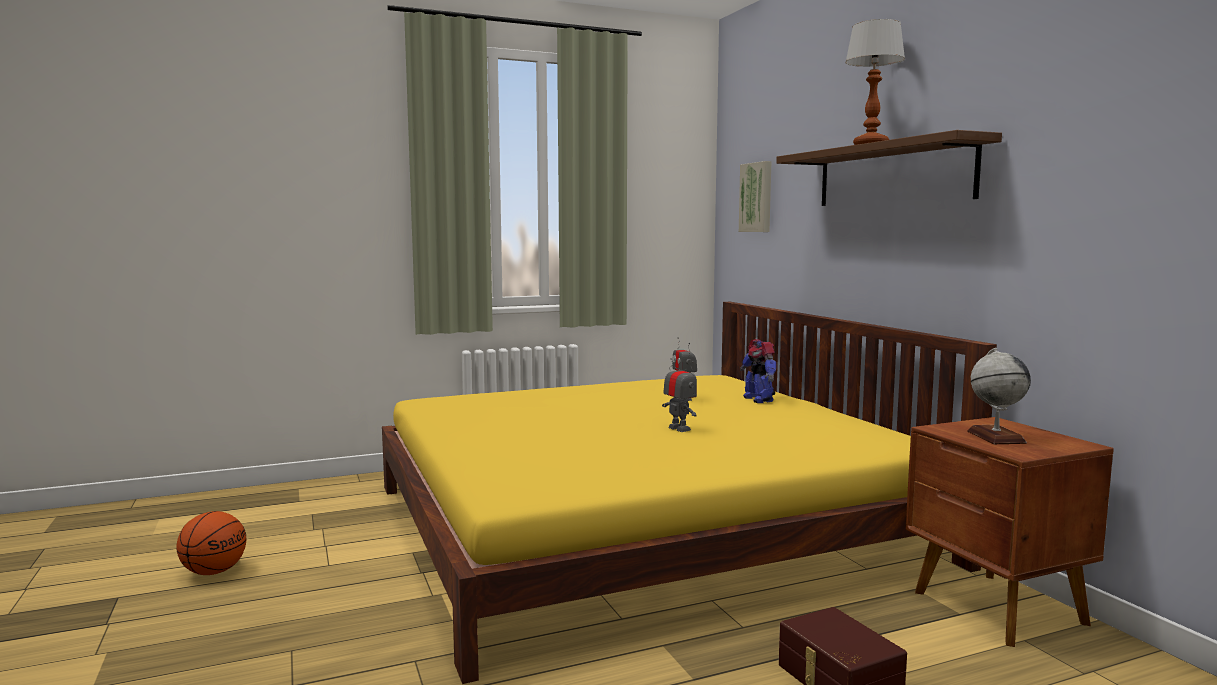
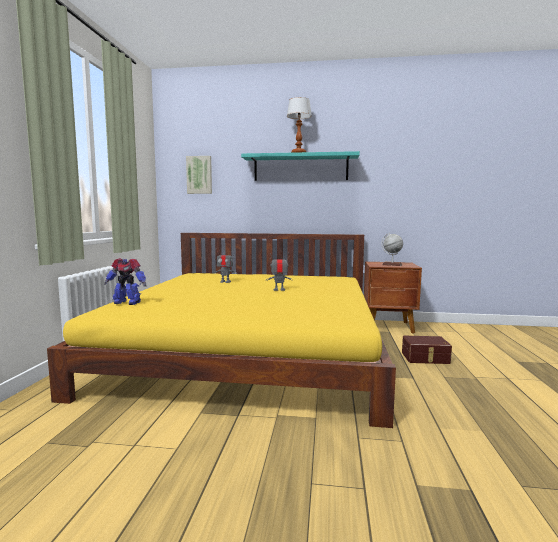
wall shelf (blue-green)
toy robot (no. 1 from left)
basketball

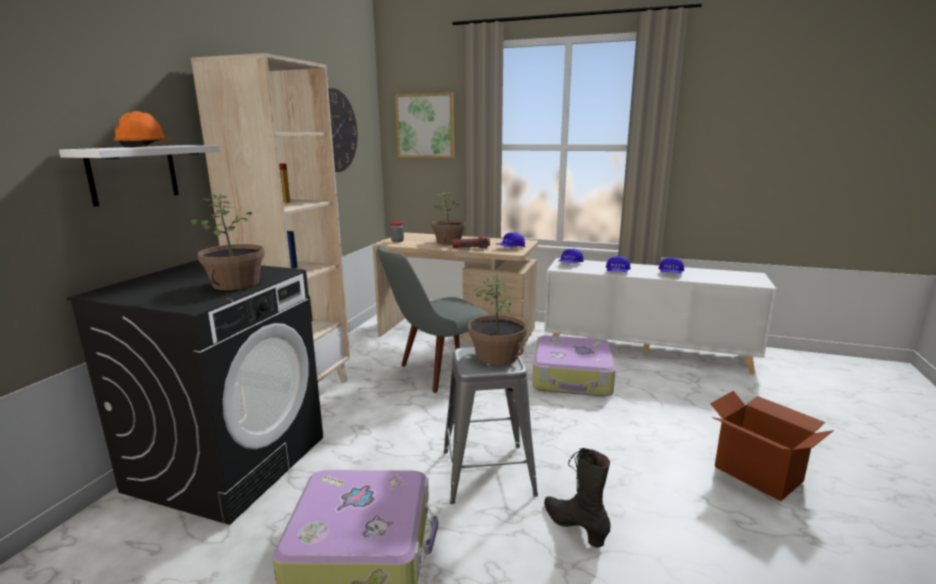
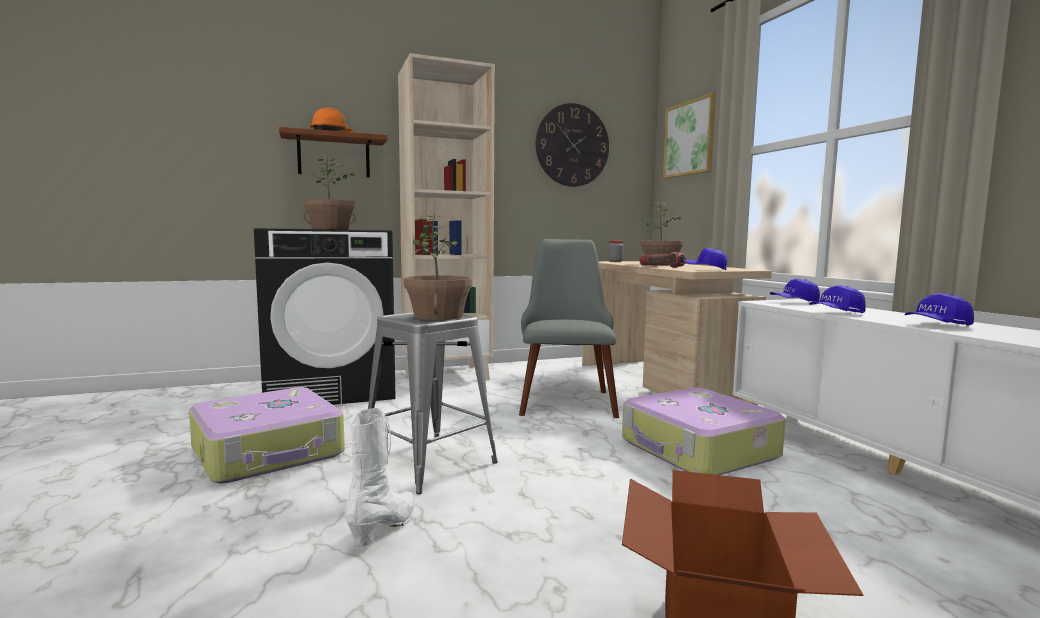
wall shelf (brownish)
upright chair (grey)
boot (white-coloured)

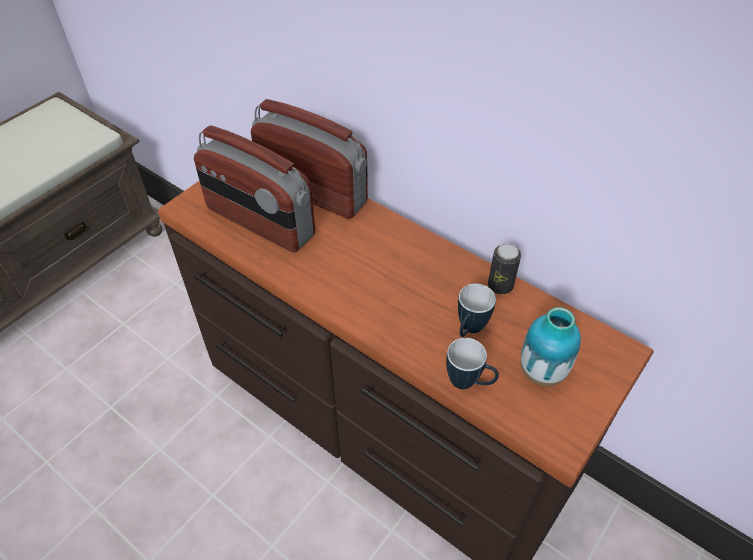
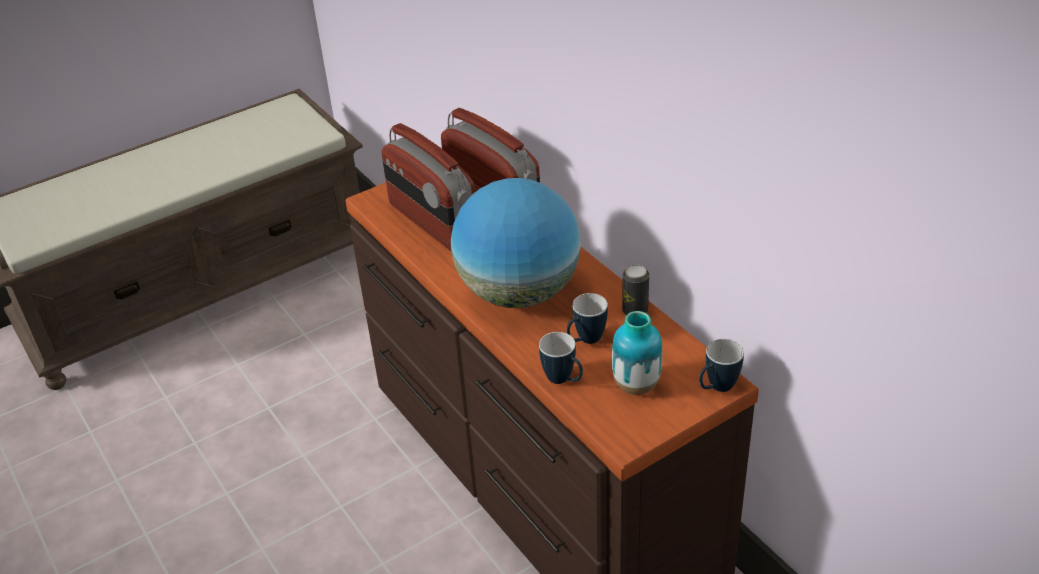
desk globe
mug (no. 3 from left)

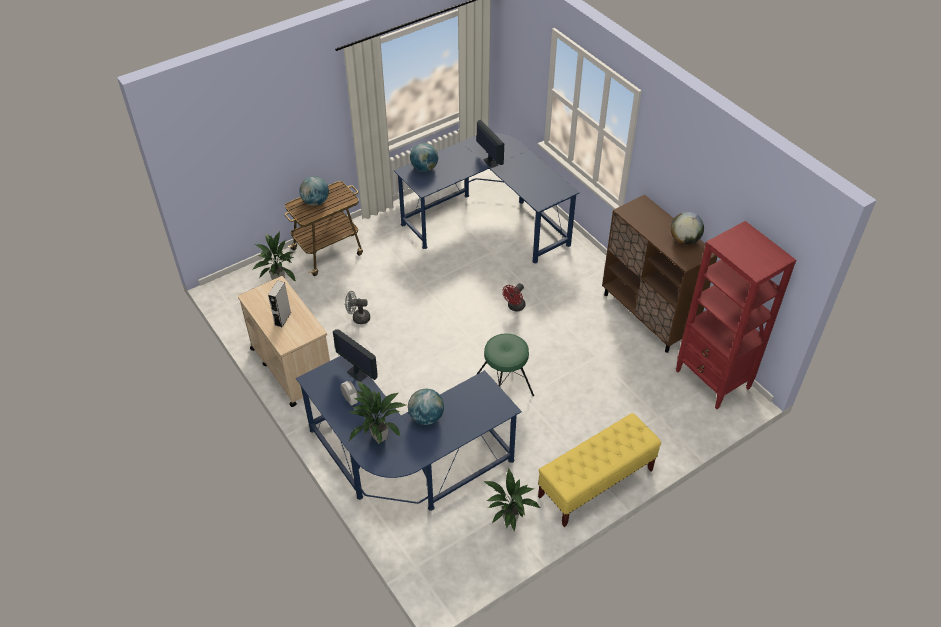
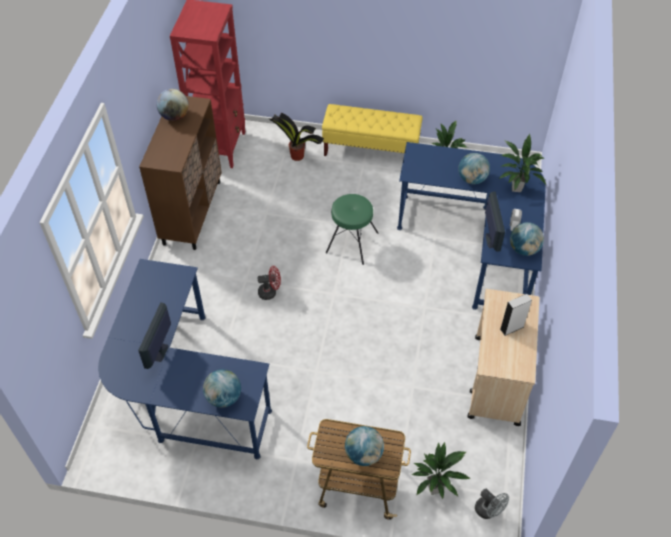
electric fan (grey)
houseplant (no. 1 from left)
desk globe (no. 5 from left)

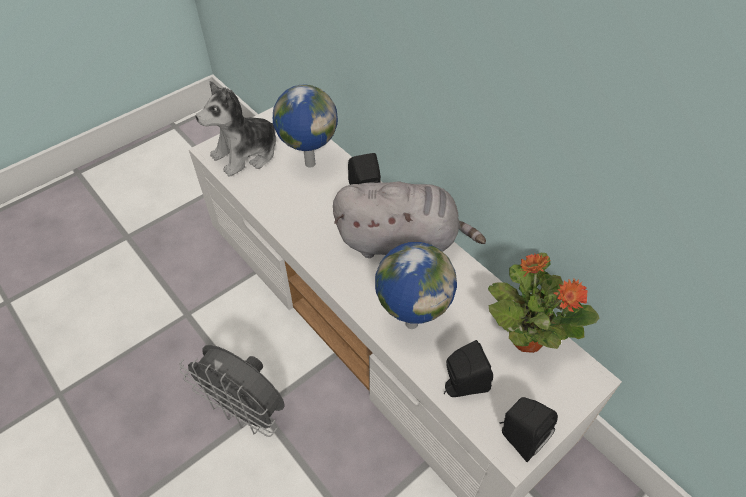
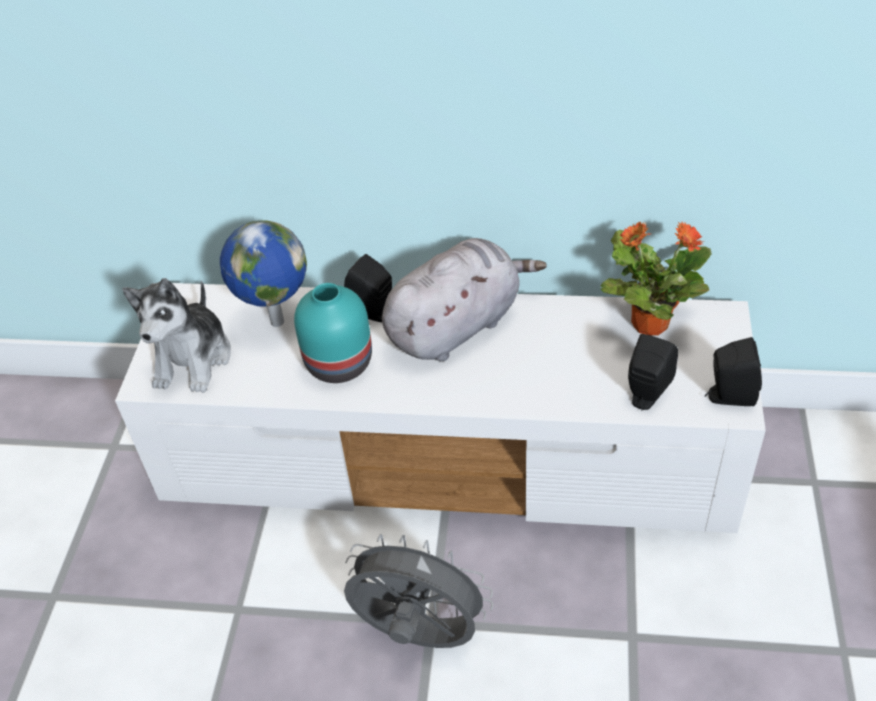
desk globe (no. 2 from left in the first image)
electric fan (grey)
decorative vase (blue-green)

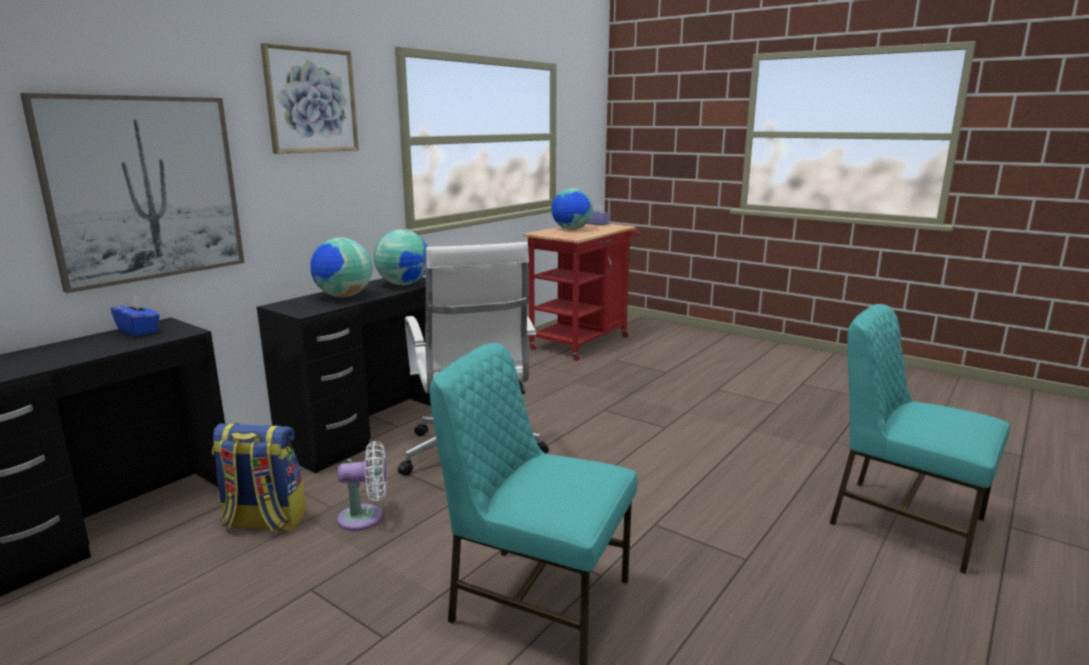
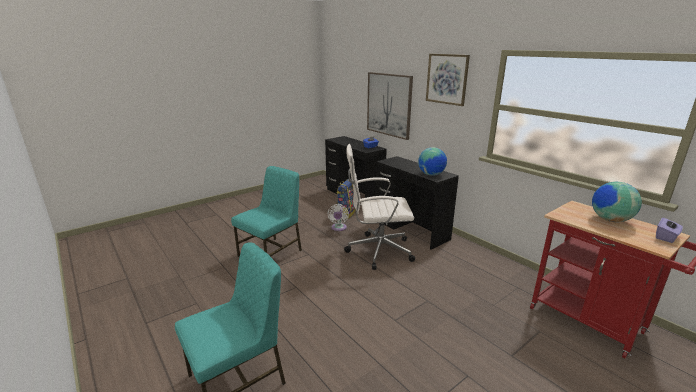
desk globe (no. 1 from left in the first image)

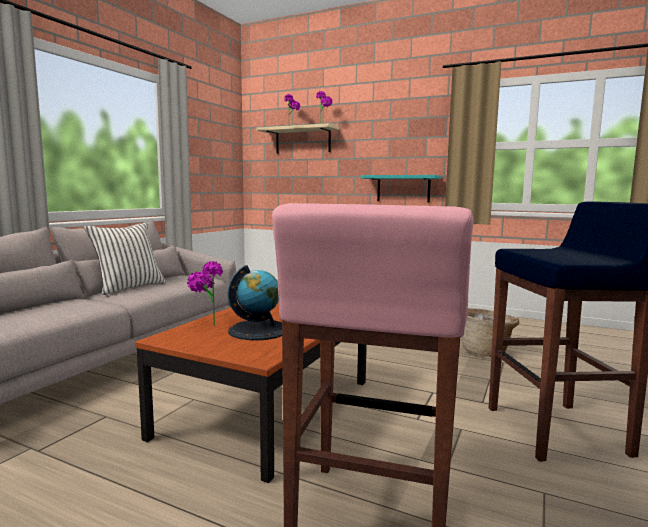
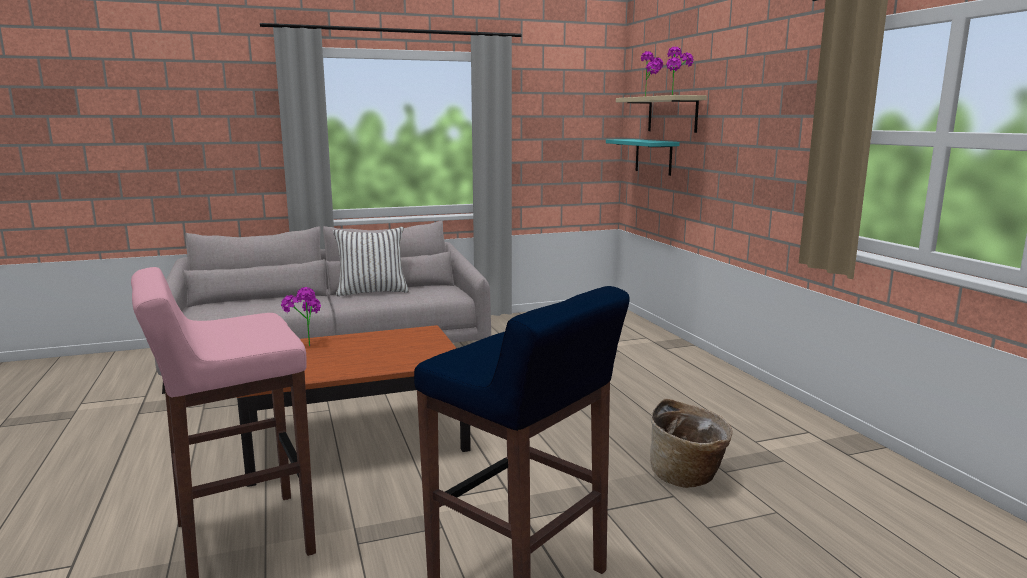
wall shelf (blue-green)
desk globe

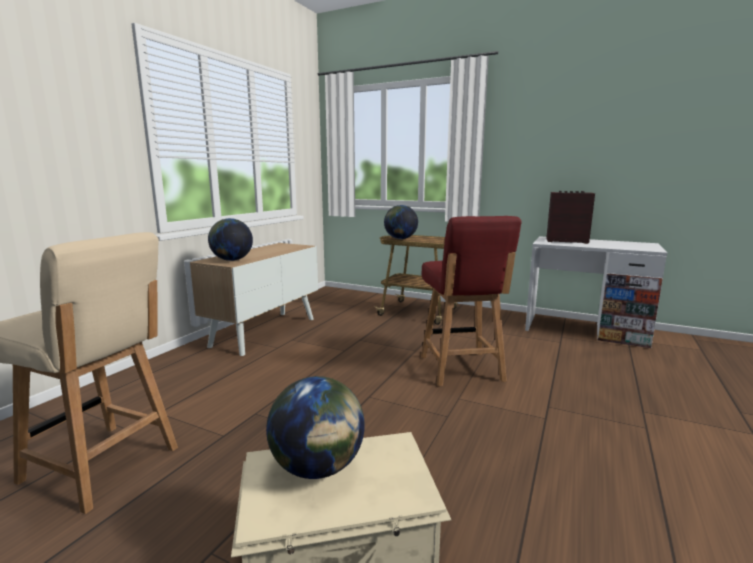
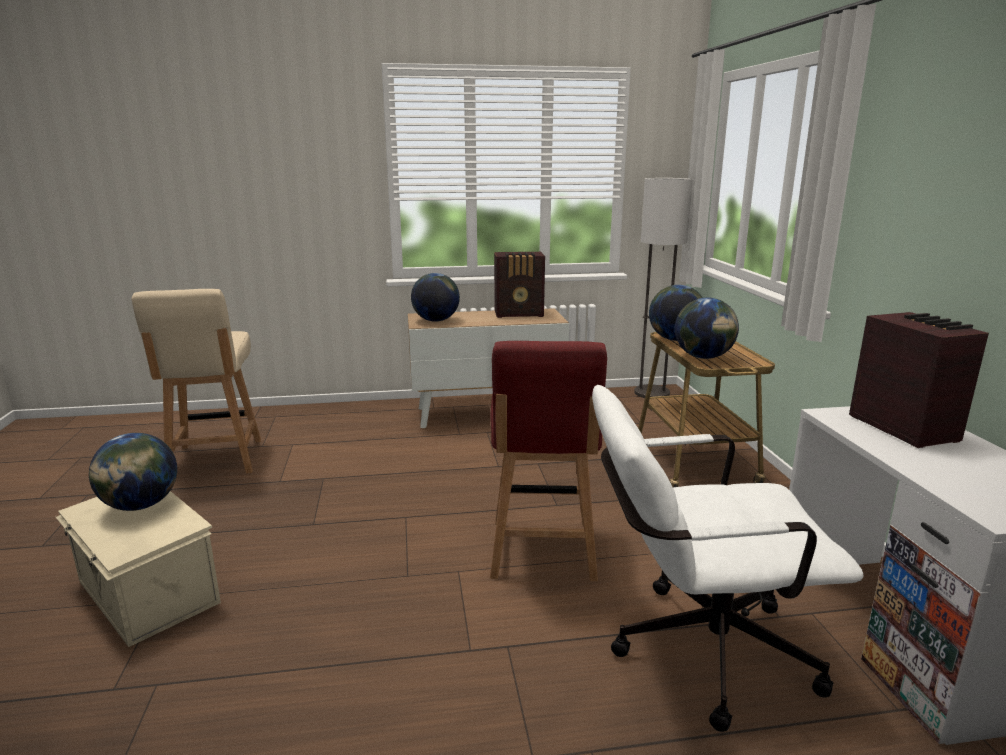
upright chair (red-coloured)
standing lamp
radio receiver (no. 1 from left)
desk globe (no. 4 from left)
office chair (white-coloured)

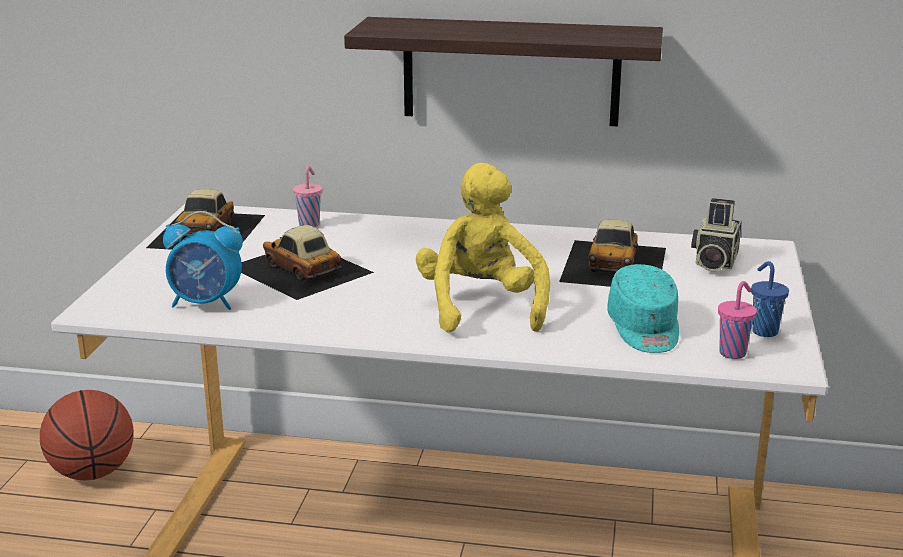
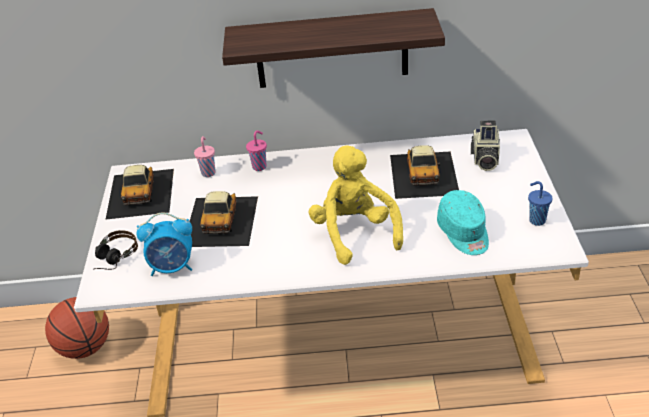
model car (no. 2 from left)
drinking cup (pink) (no. 2 from left)
headset

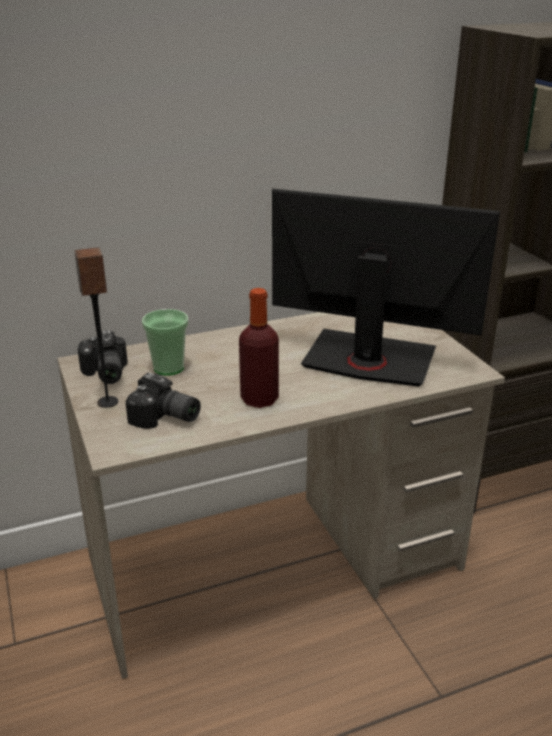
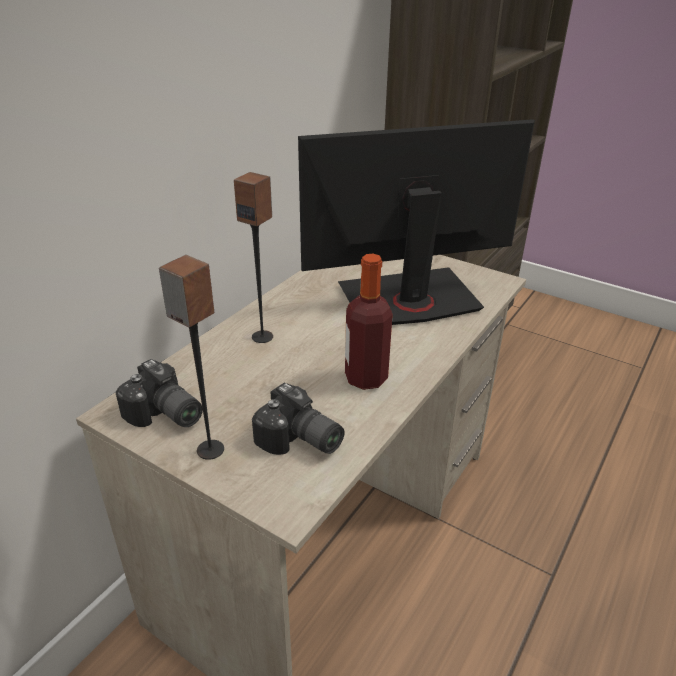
drinking cup
still camera (no. 2 from left)
loudspeaker (no. 2 from left)

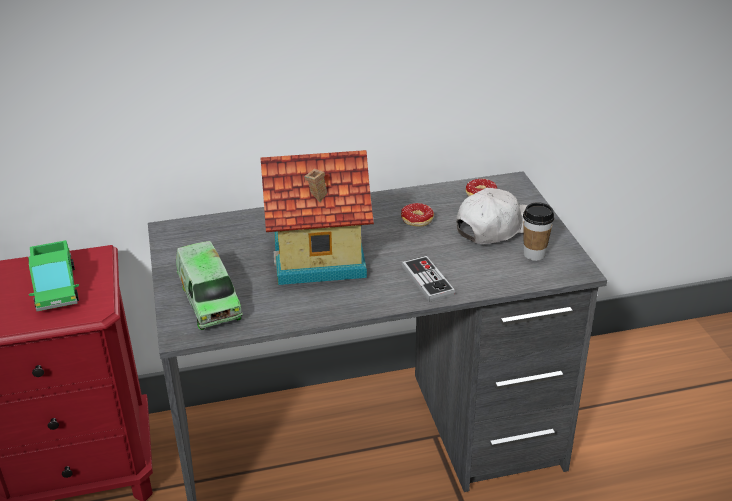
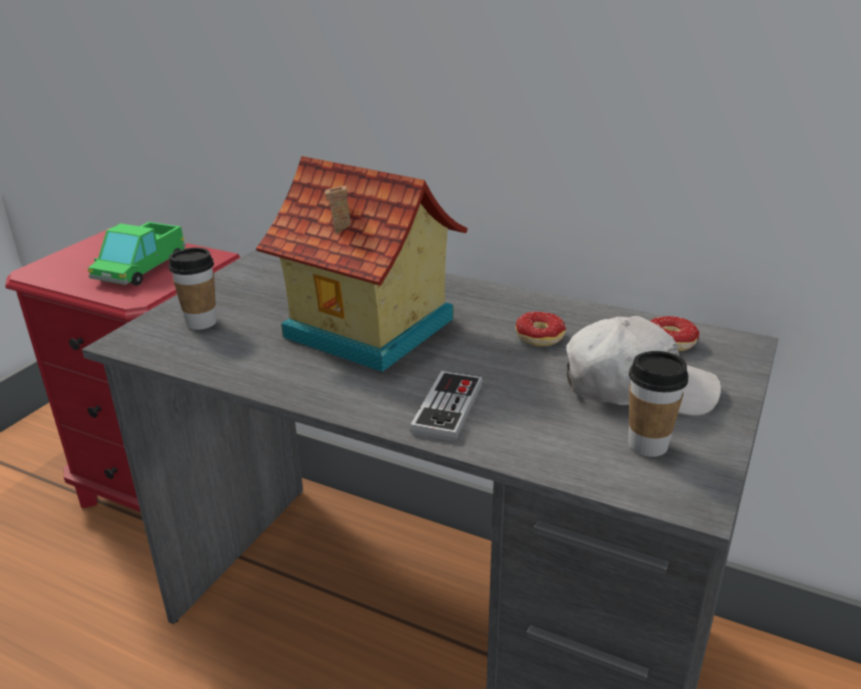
drinking cup (no. 1 from left)

